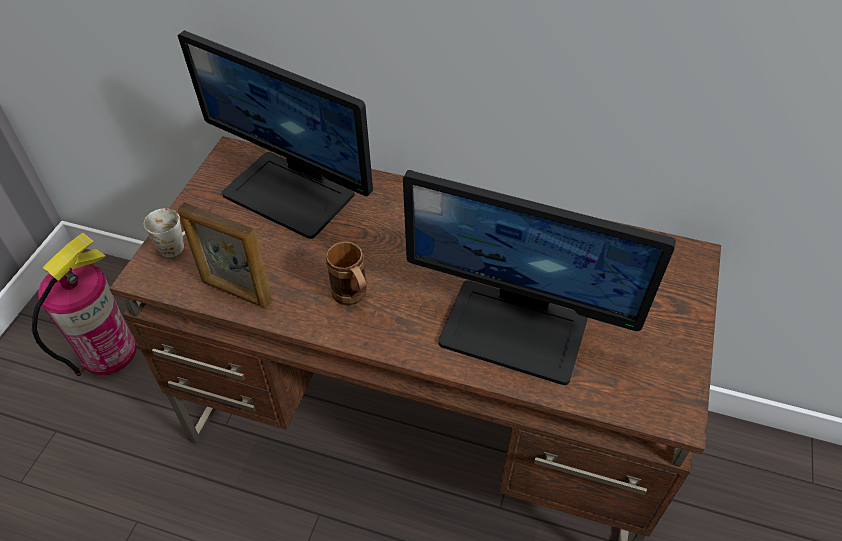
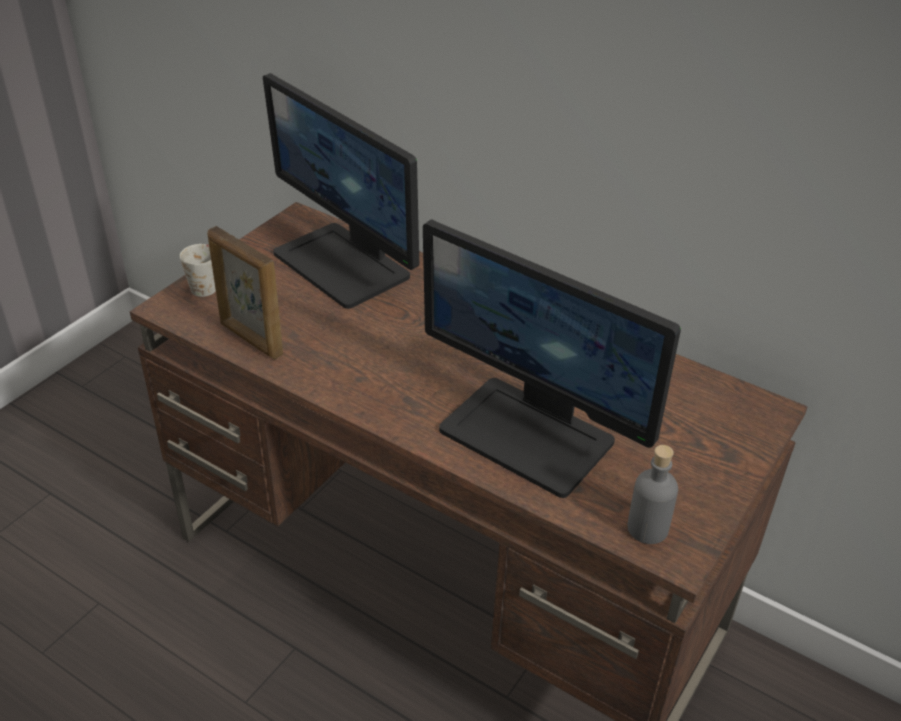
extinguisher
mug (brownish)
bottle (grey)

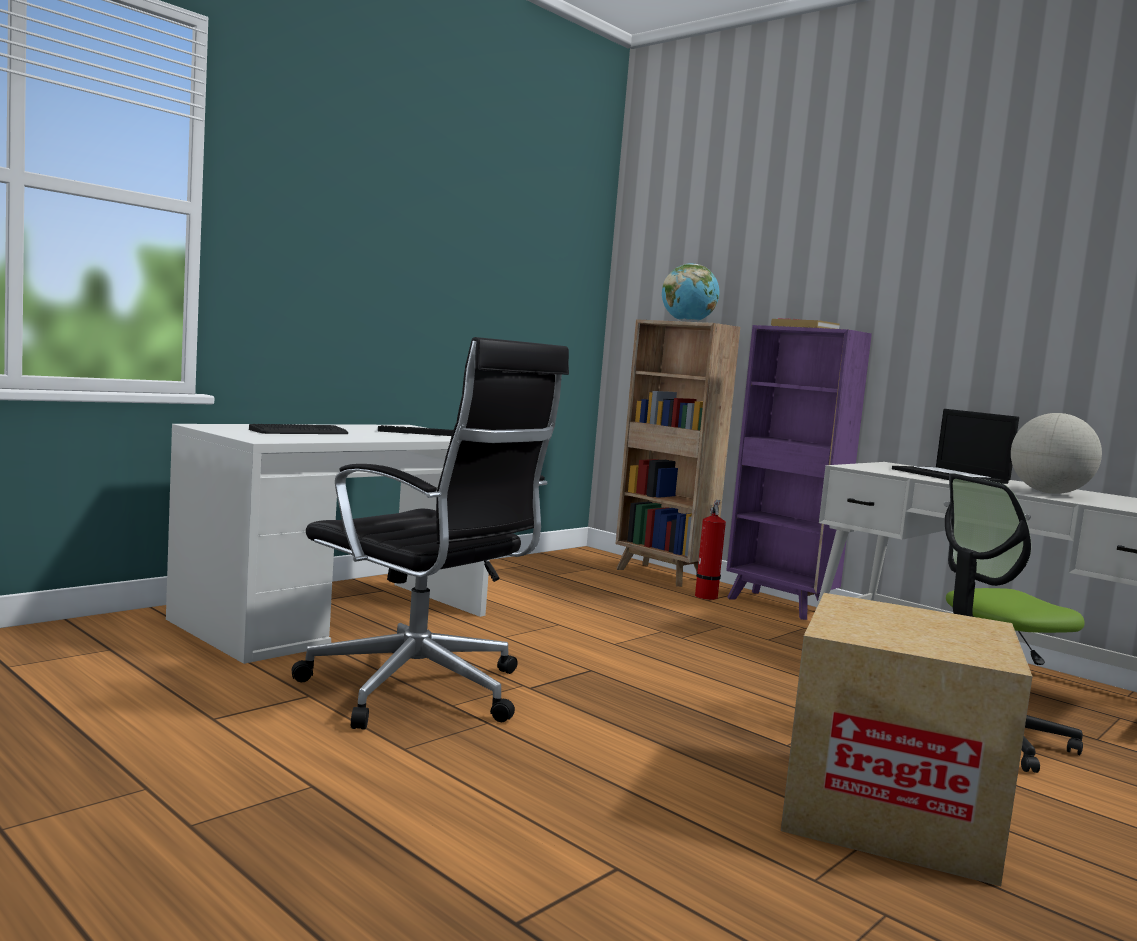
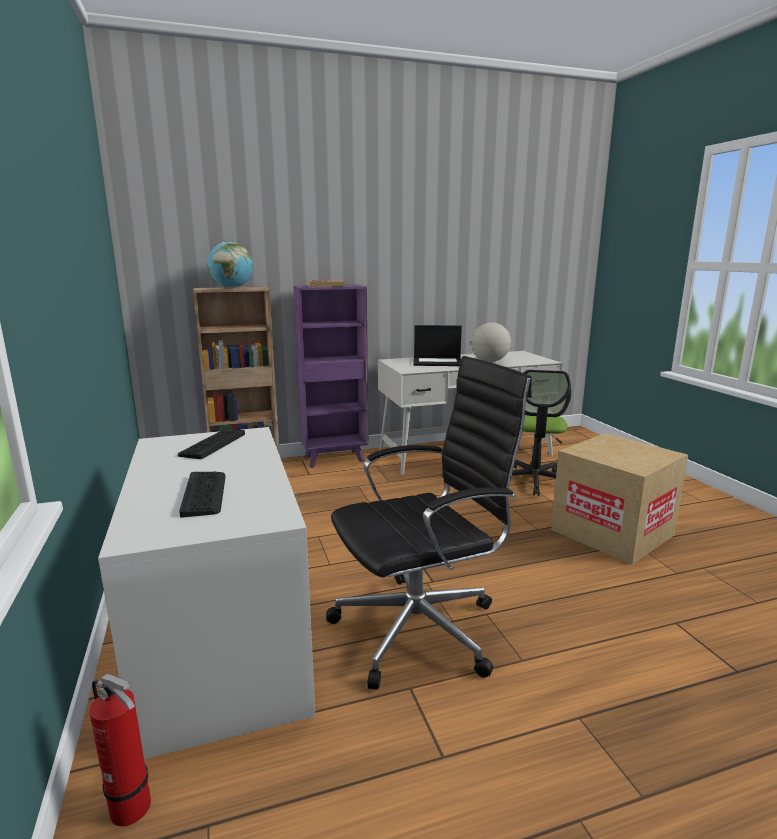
extinguisher

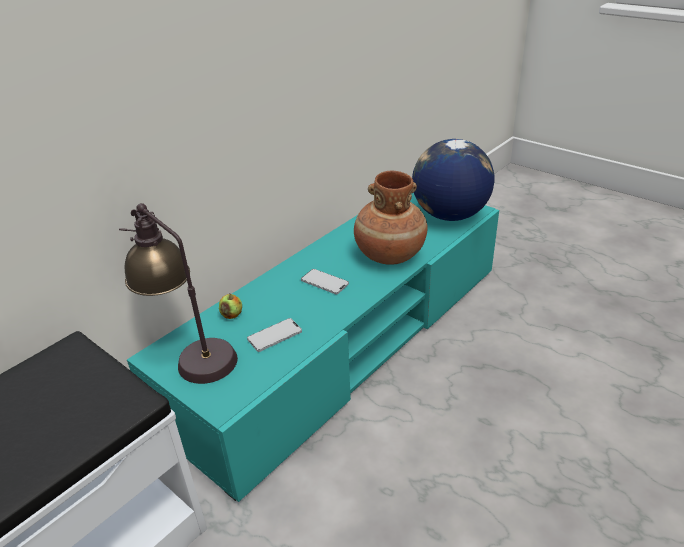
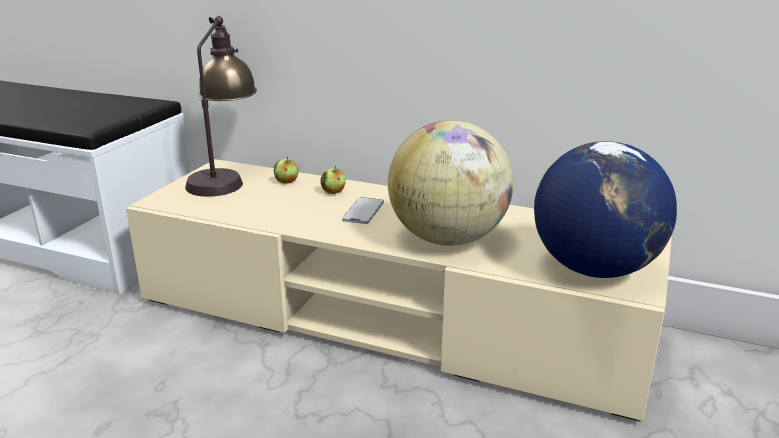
desk globe (no. 1 from left)
tv stand (sand-coloured)
telephone (no. 1 from left in the first image)
apple fruit (no. 2 from left)

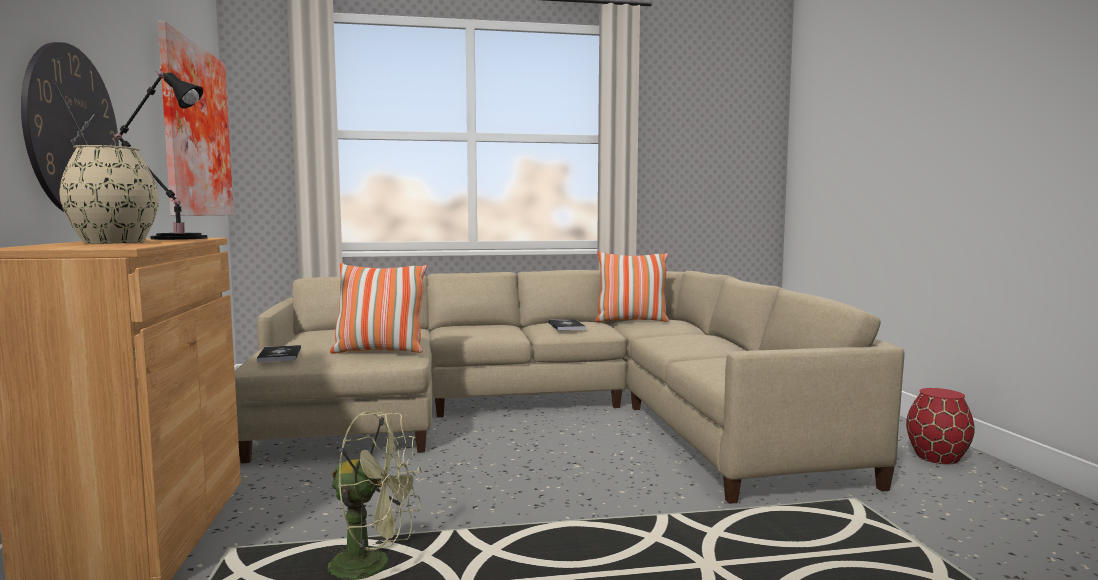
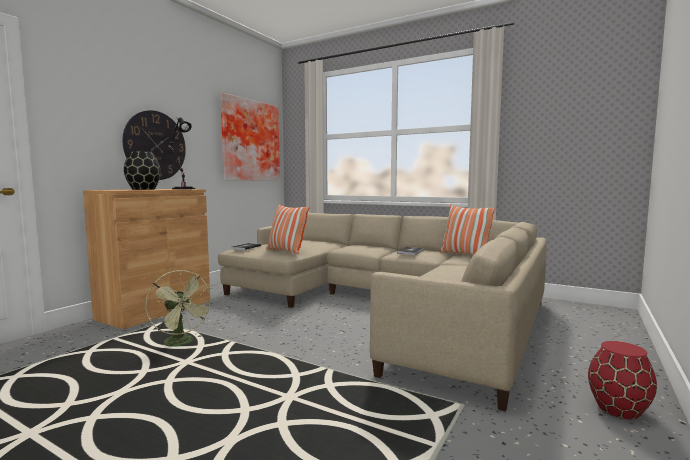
decorative vase (black-coloured)

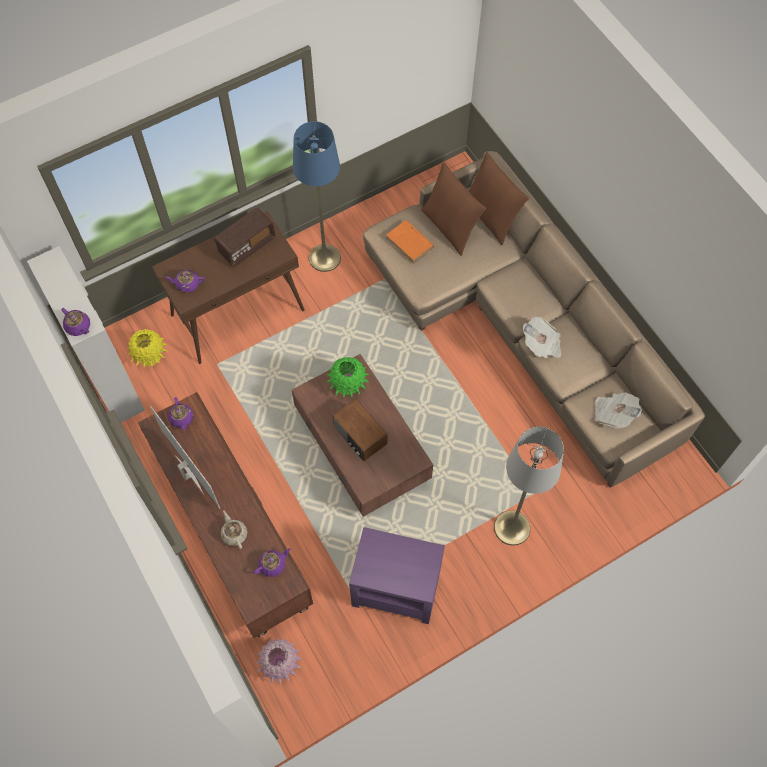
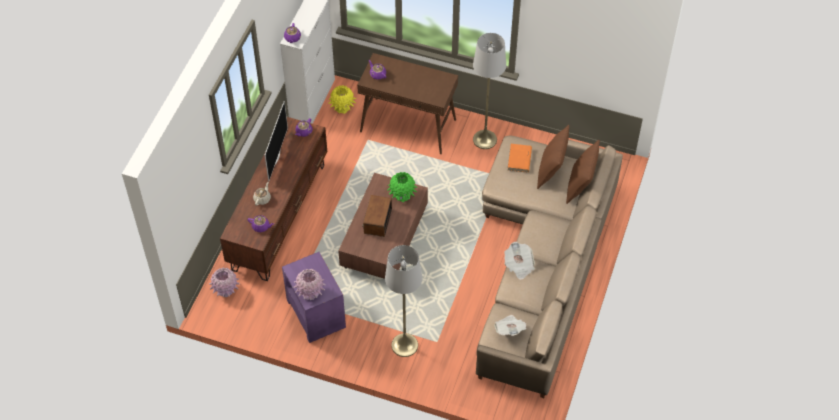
standing lamp (grey) (no. 2 from left)
radio receiver (no. 1 from left in the first image)
decorative vase (pink) (no. 2 from left)

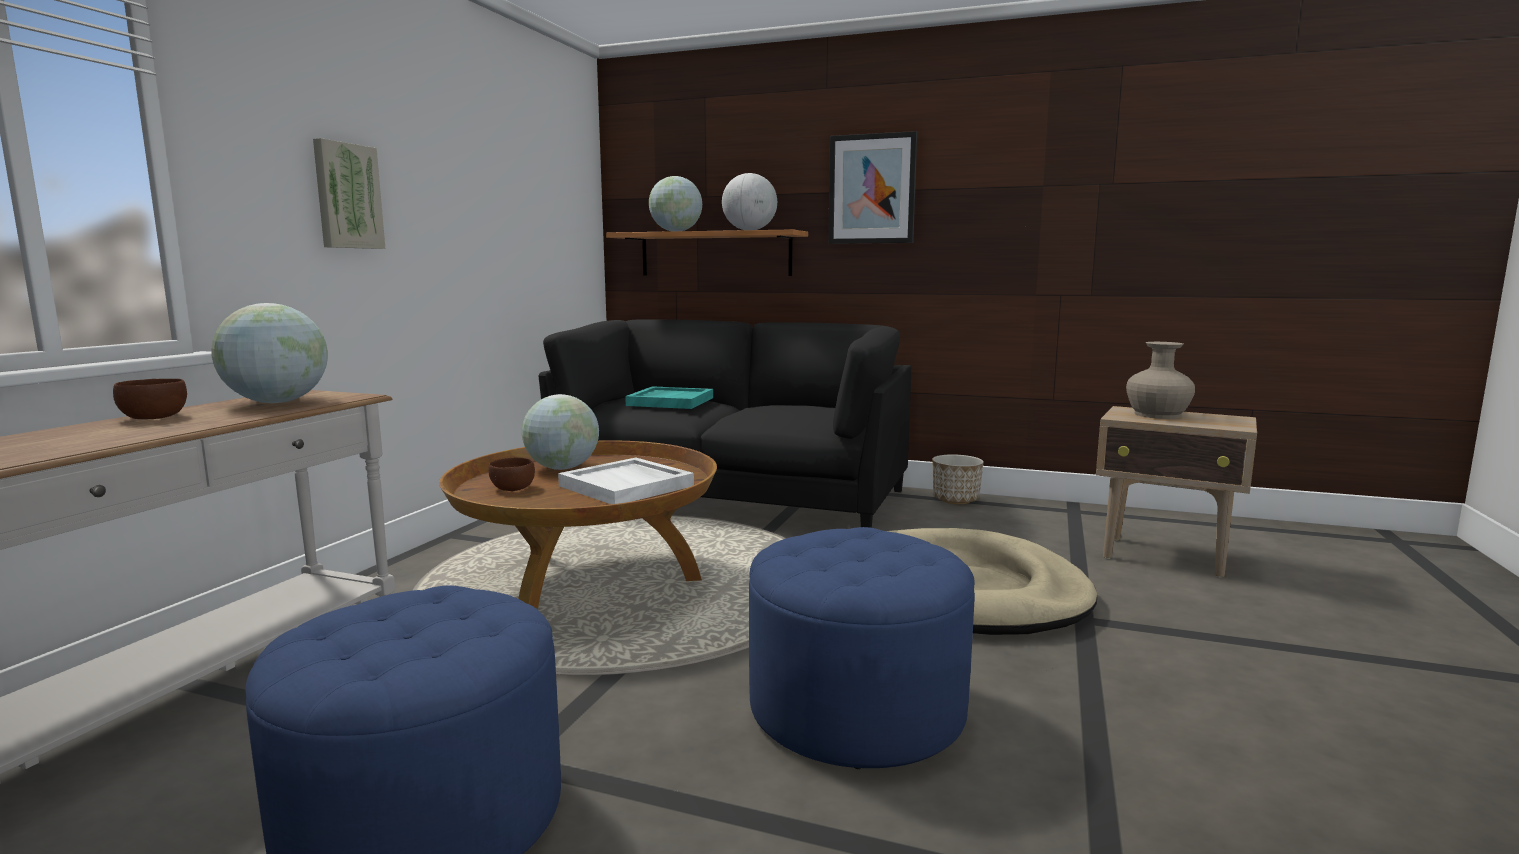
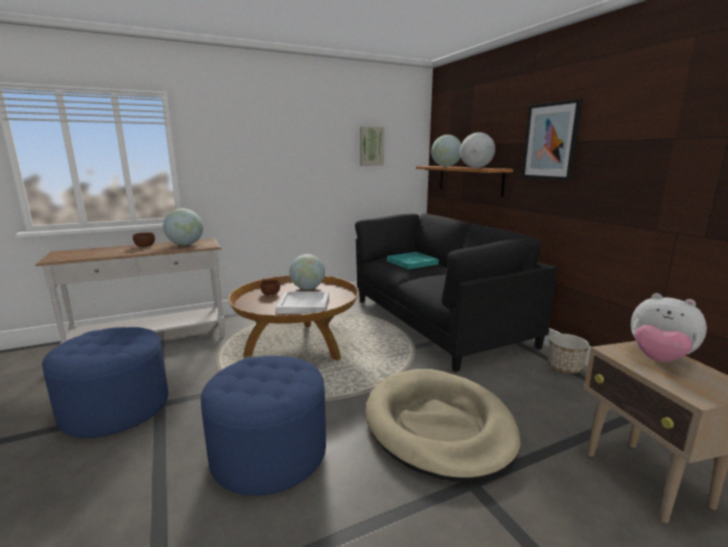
picture (no. 1 from left)
plush toy

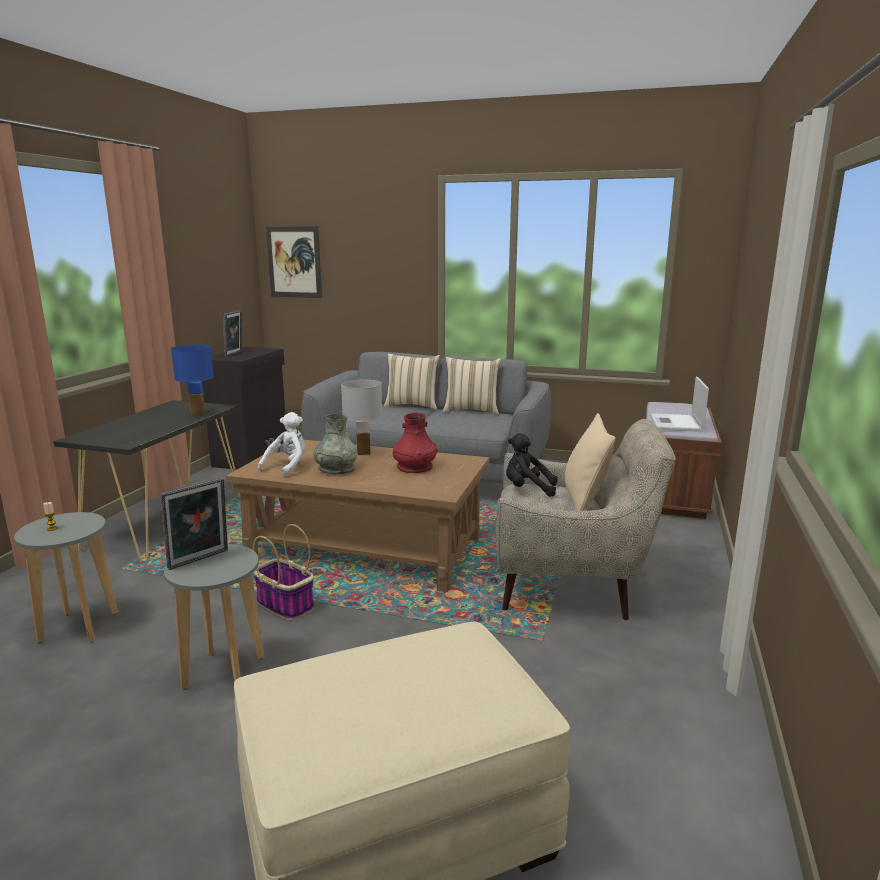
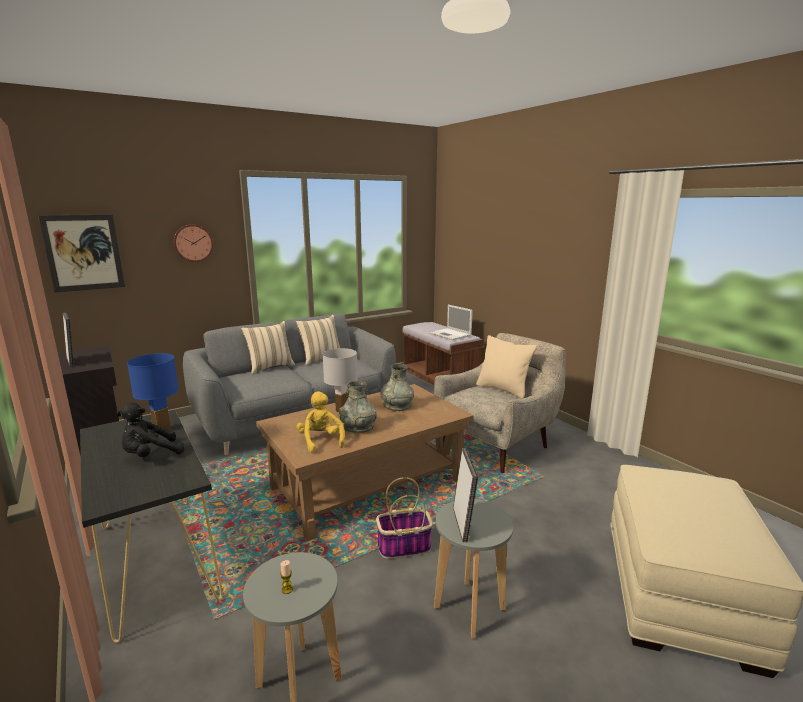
plush toy (yellow)
decorative vase (grey) (no. 2 from left)
plush toy (black-coloured)
wall clock

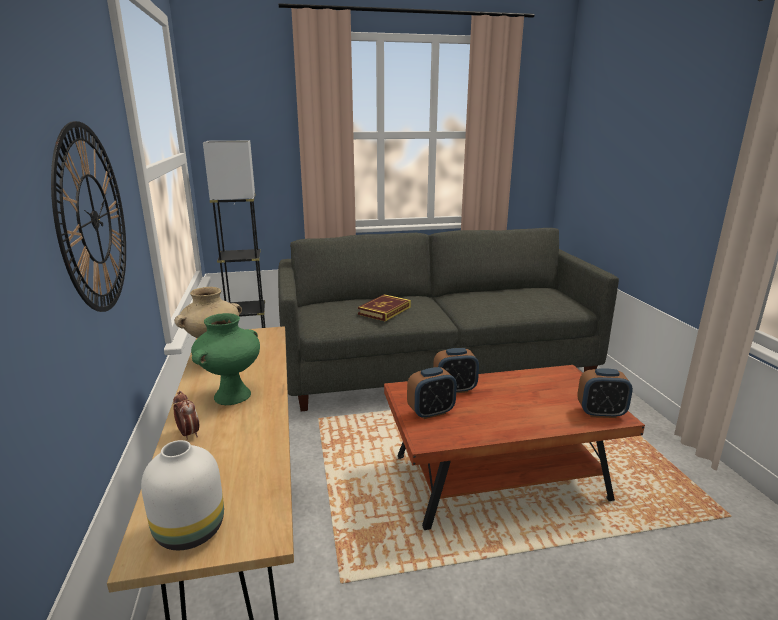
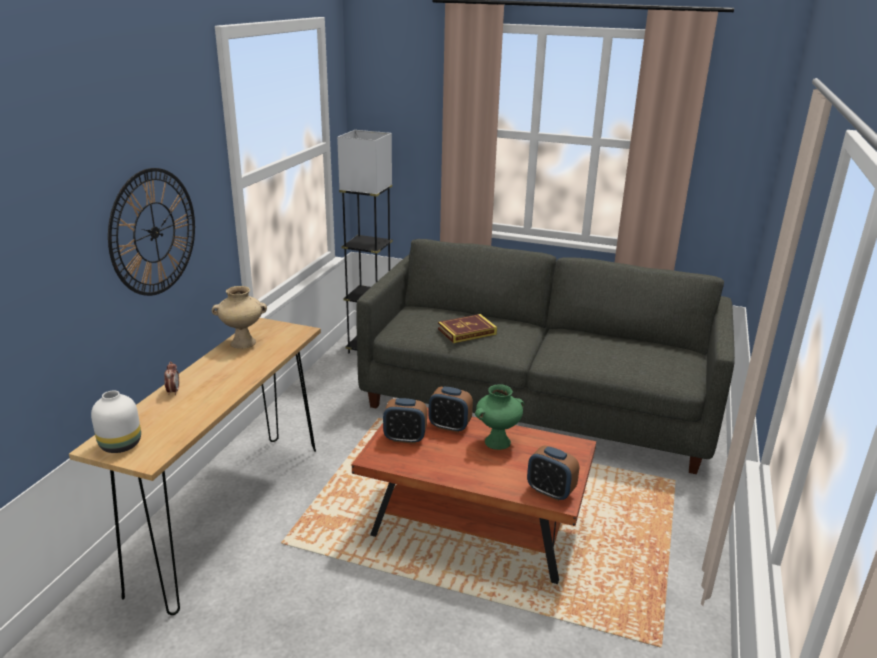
decorative vase (green)

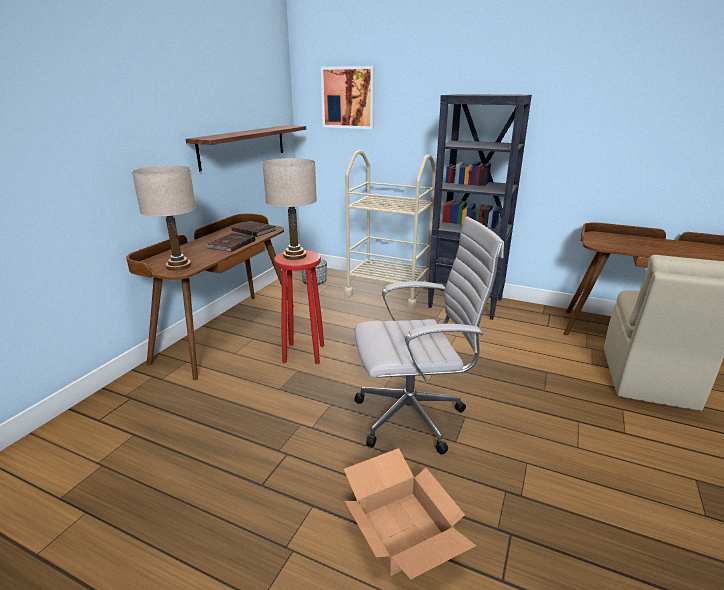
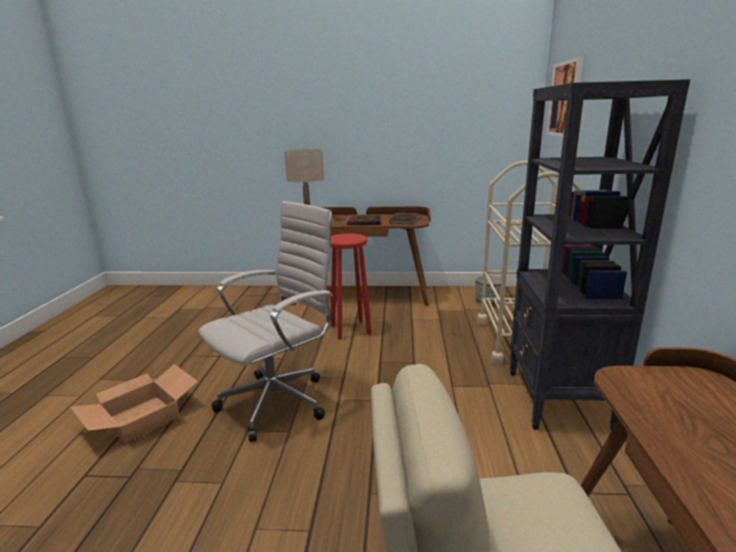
wall shelf
table lamp (sand-coloured) (no. 2 from left in the first image)
office chair (white-coloured)

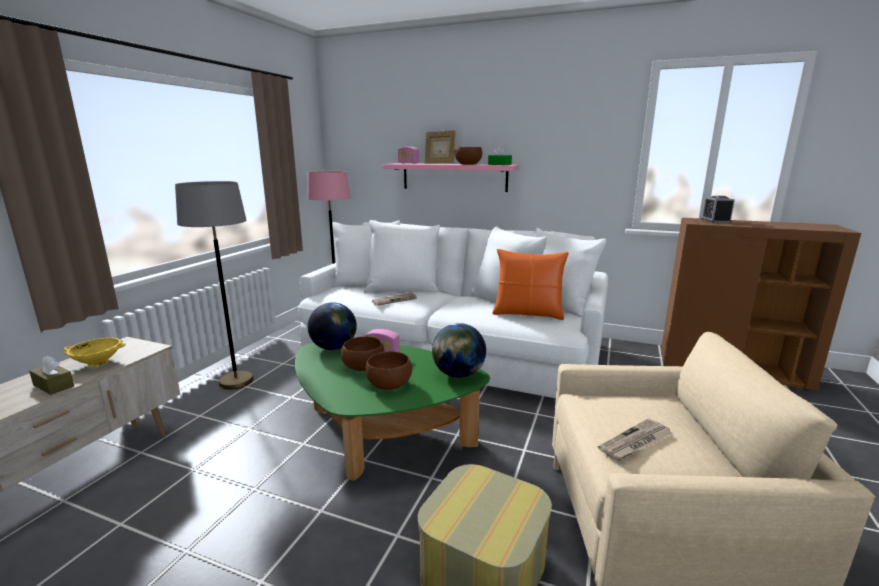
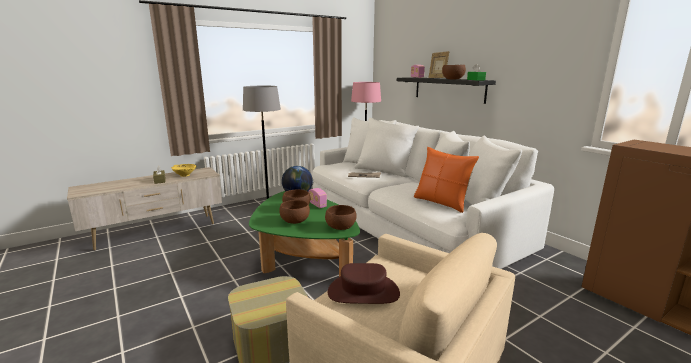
wall shelf (black-coloured)
alarm clock
bowl (brownish) (no. 3 from left)
hat (brownish)

